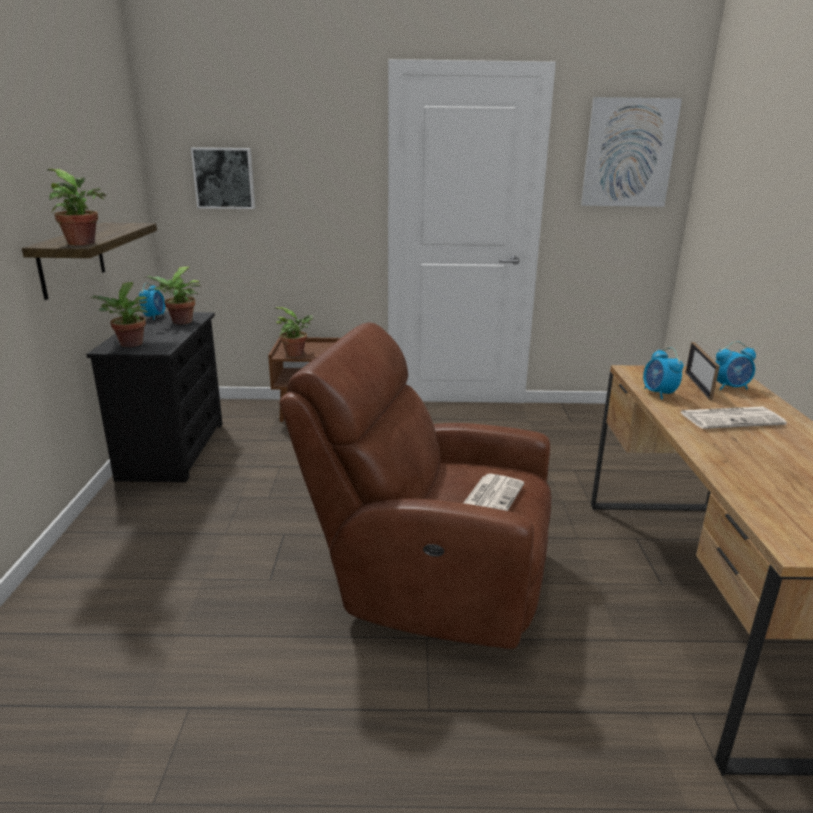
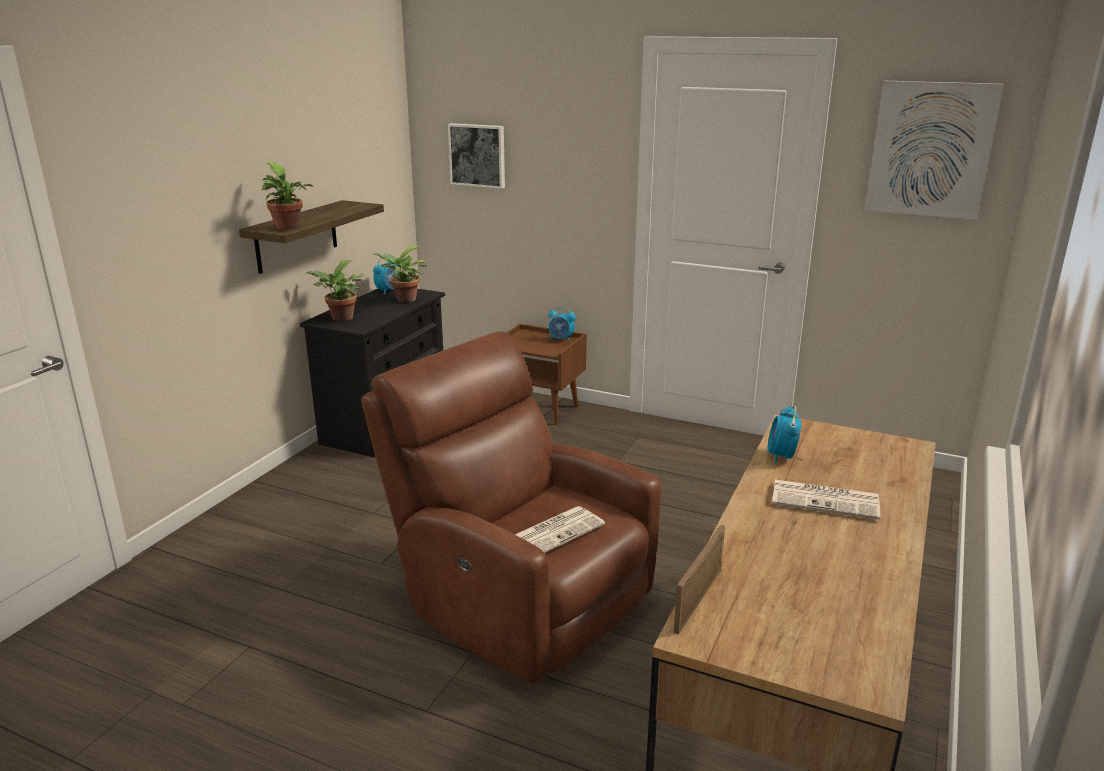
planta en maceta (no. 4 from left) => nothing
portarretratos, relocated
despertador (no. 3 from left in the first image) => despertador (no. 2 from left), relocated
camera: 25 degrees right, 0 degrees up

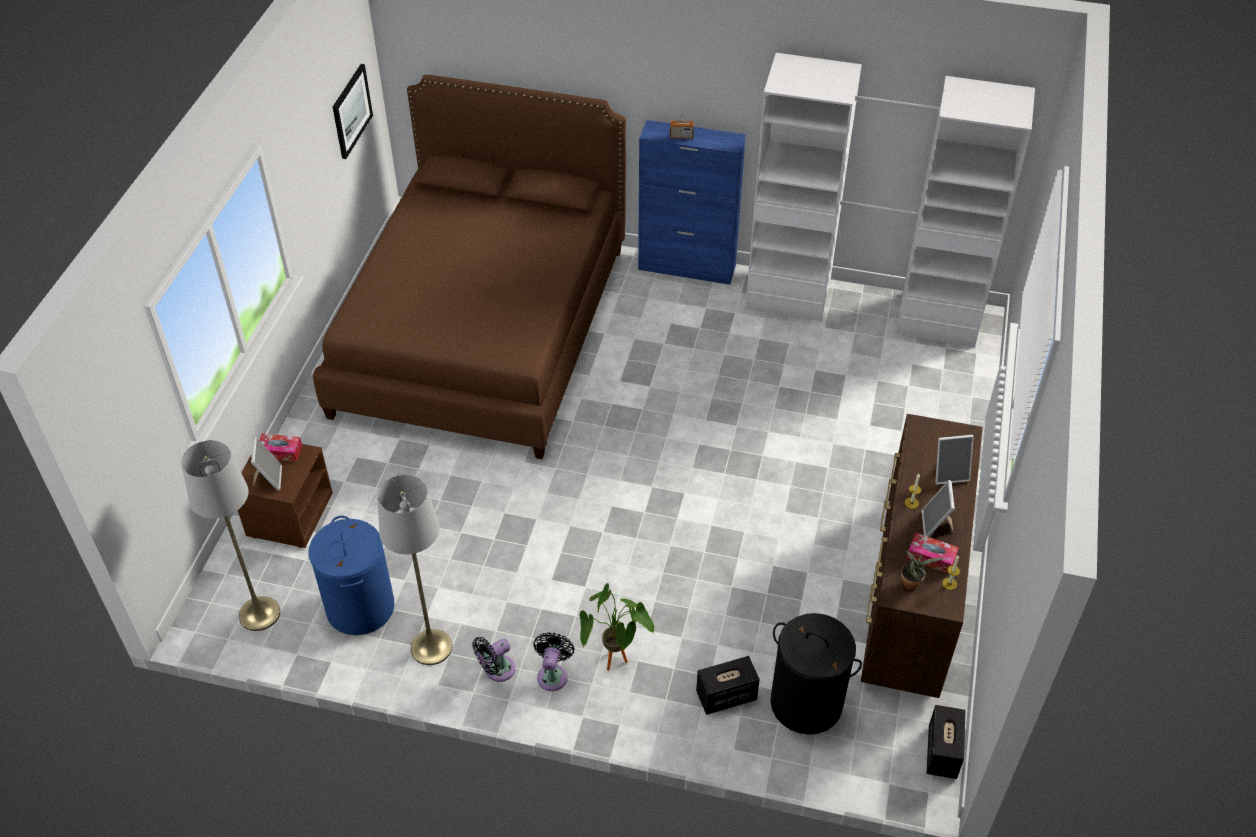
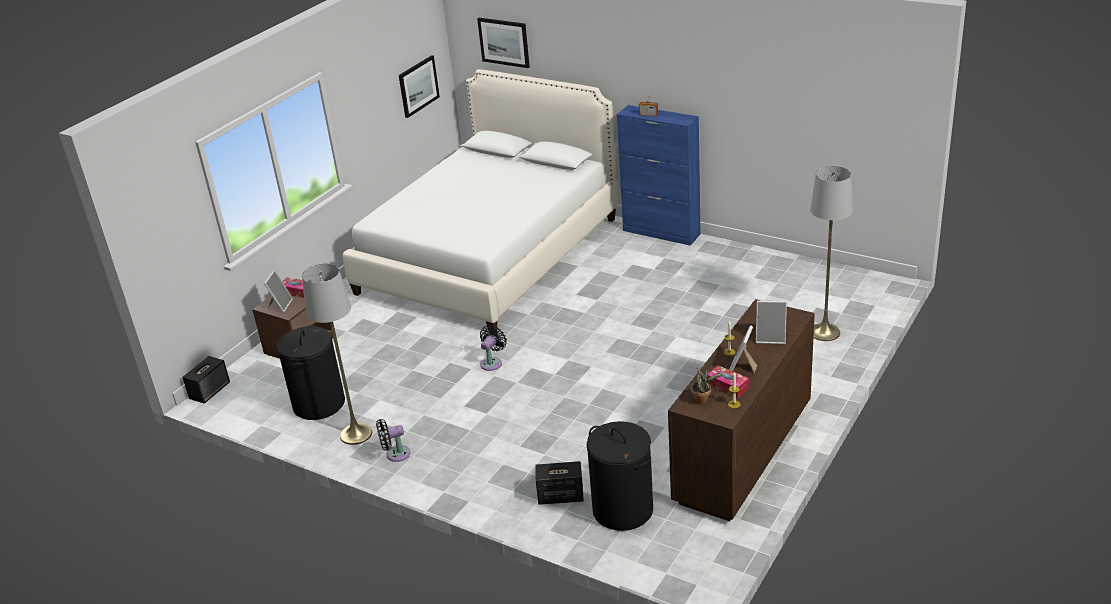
planta en maceta (no. 1 from left) => nothing
armario ropero [blanco] => nothing
nothing => cuadro (no. 2 from left)
lámpara de pie [gris] (no. 1 from left in the first image) => lámpara de pie [gris] (no. 2 from left), relocated
ventilador [negro] (no. 2 from left), relocated
altavoz (no. 2 from left in the first image) => altavoz (no. 1 from left), relocated
cesto de la ropa [azul] => cesto de la ropa [negro] (no. 1 from left)
cama [marrón] => cama [blanco]
camera: 20 degrees right, 15 degrees down

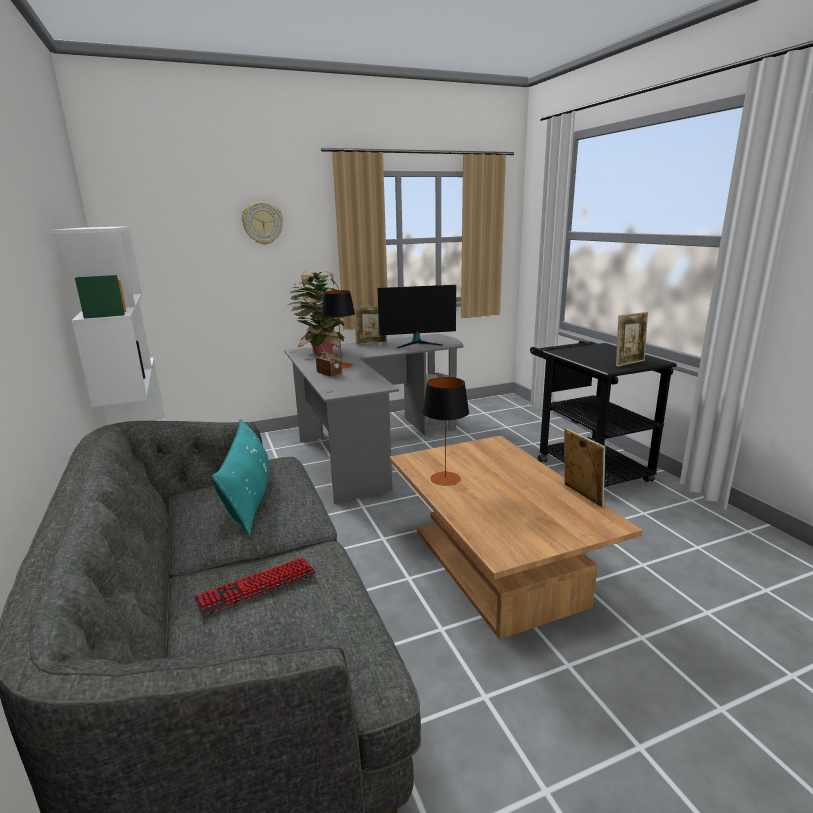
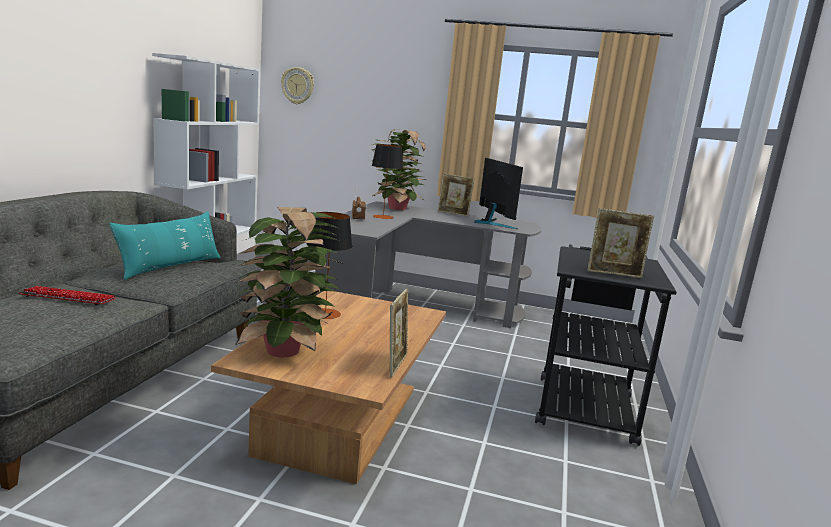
nothing => planta en maceta (no. 1 from left)
reloj de pared, relocated
monitor, 135 degrees counterclockwise
camera: 35 degrees right, 5 degrees down

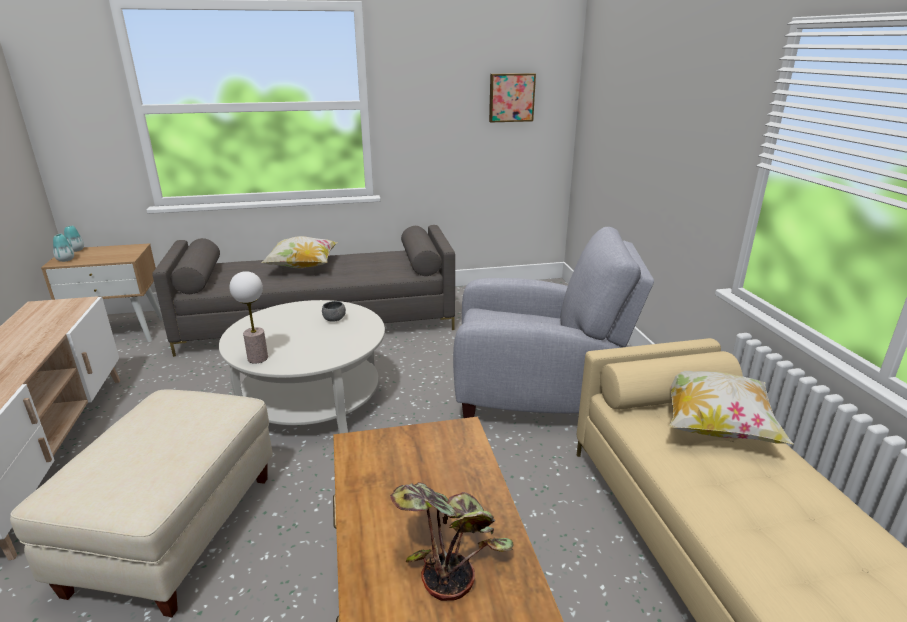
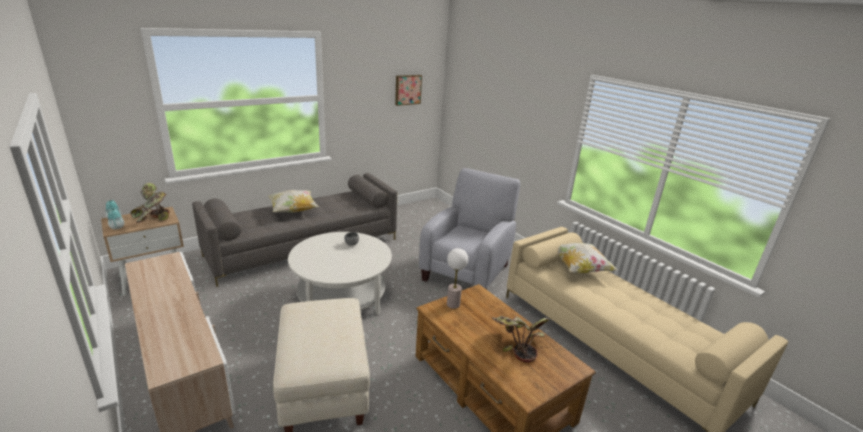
nothing => planta en maceta (no. 1 from left)
lámpara de mesa, relocated
sillón [gris], 45 degrees counterclockwise
camera: 25 degrees left, 0 degrees up

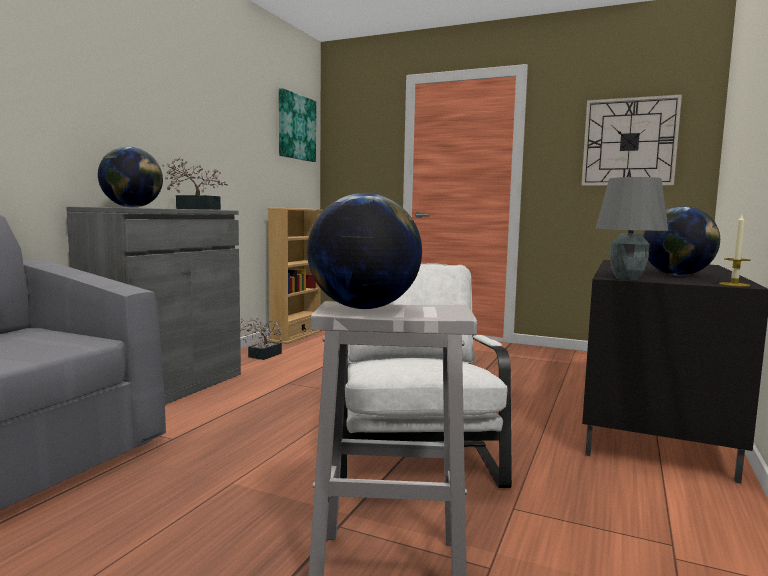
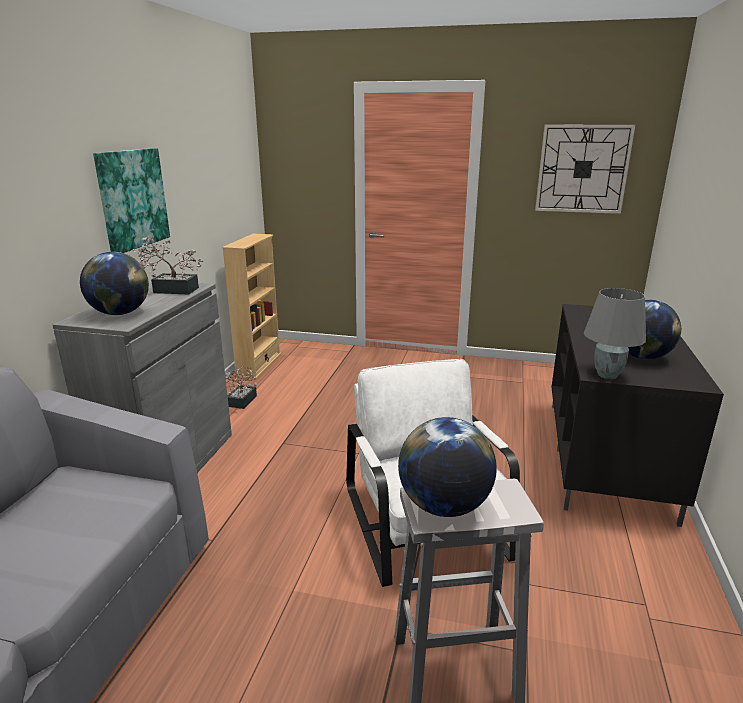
vela => nothing
cuadro, relocated
camera: 10 degrees left, 15 degrees up

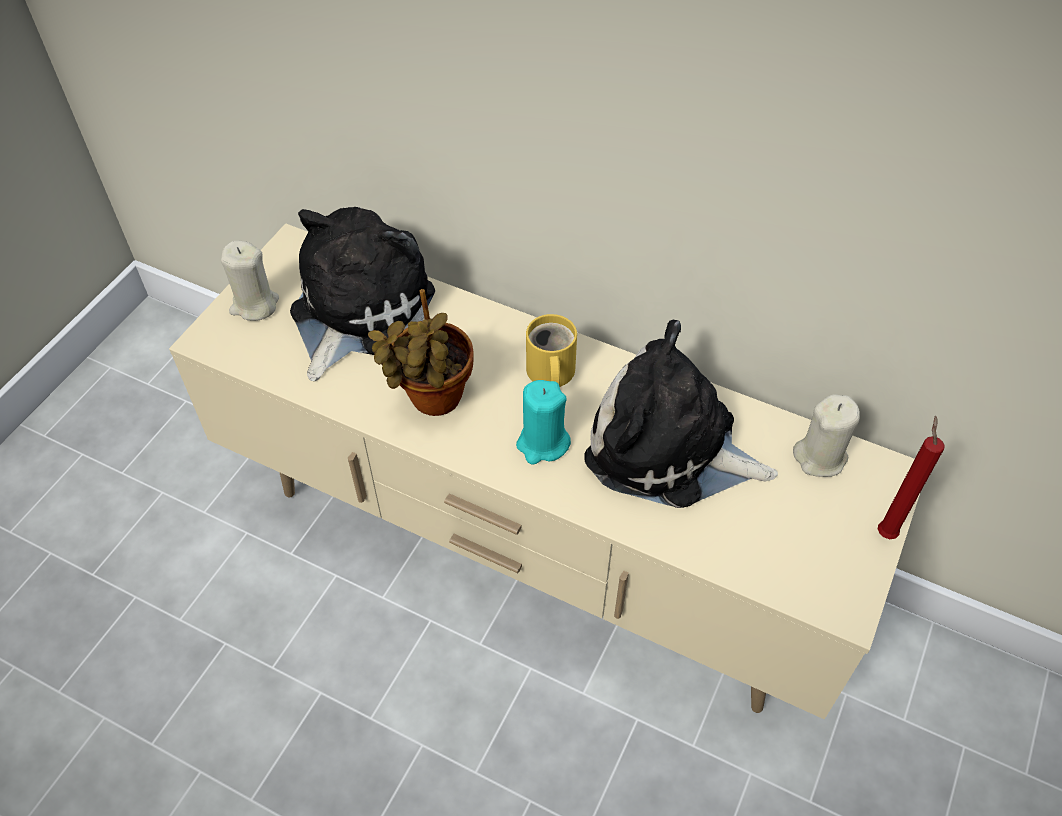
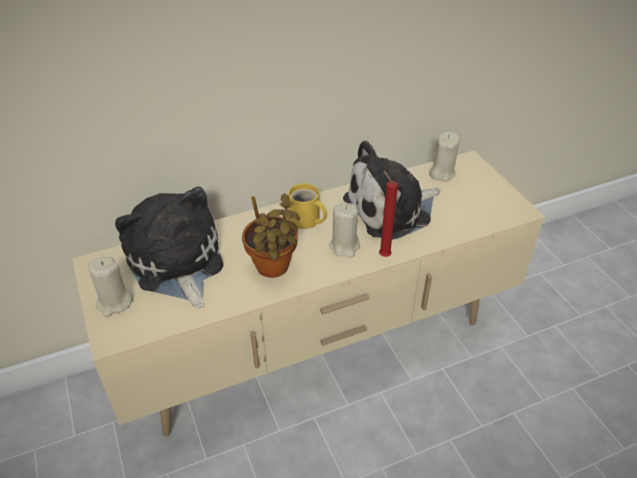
vela [rojo], relocated
vela [turquesa] => vela [beis] (no. 2 from left)
camera: 50 degrees left, 10 degrees down

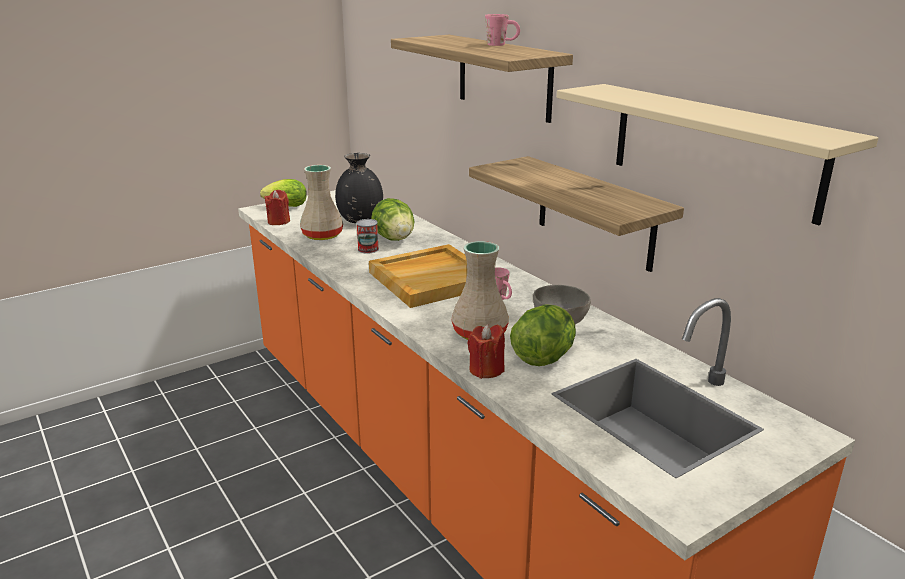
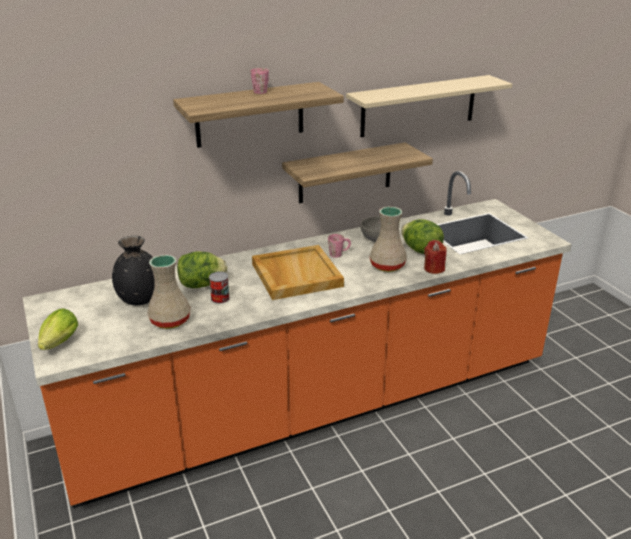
vela [rojo] (no. 1 from left) => nothing
camera: 80 degrees left, 5 degrees up

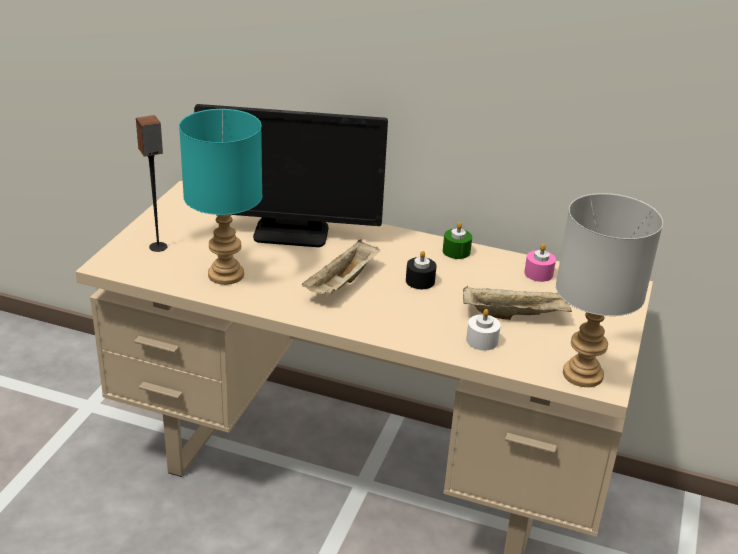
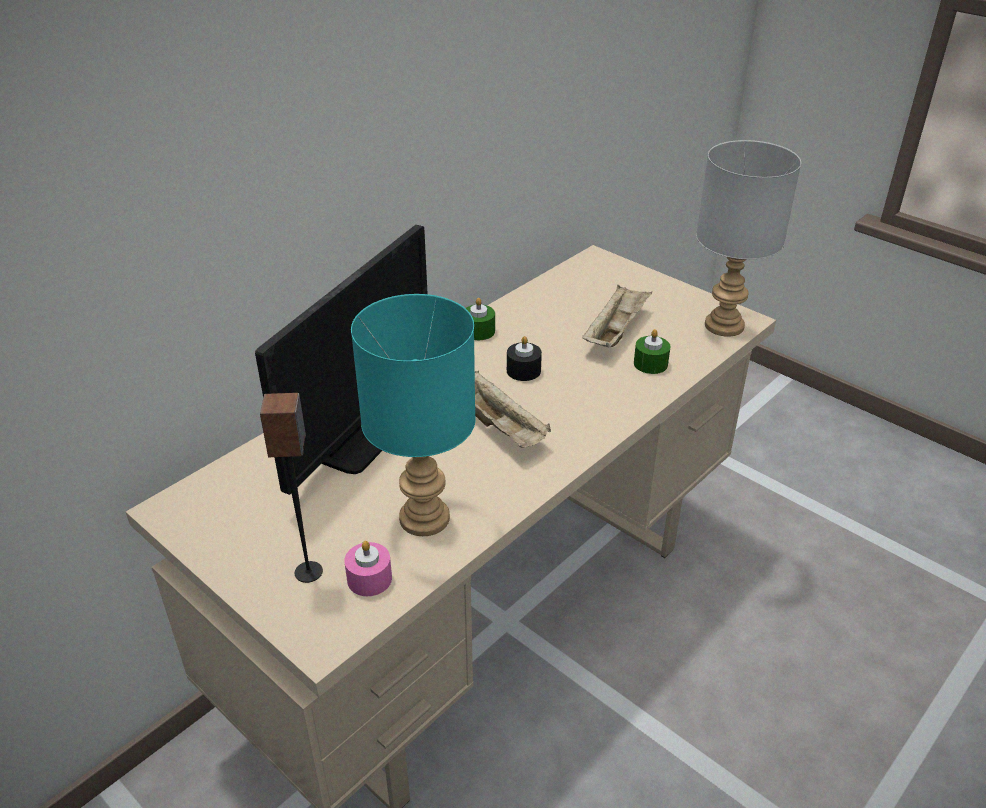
vela [rosa], relocated
vela [blanco] => vela [verde] (no. 2 from left)
camera: 65 degrees left, 5 degrees up

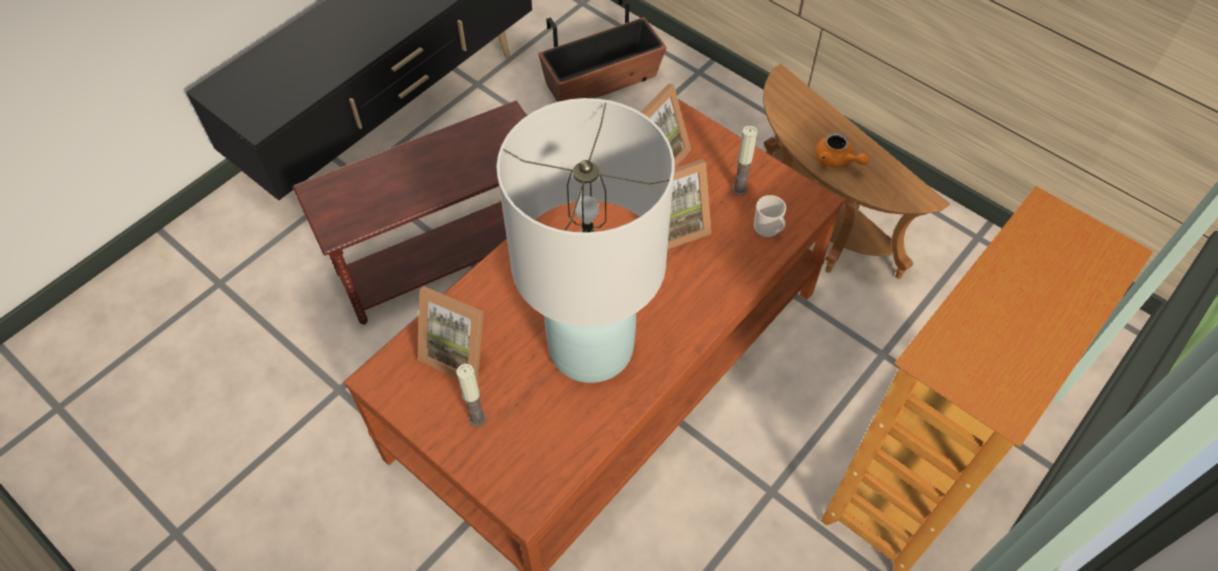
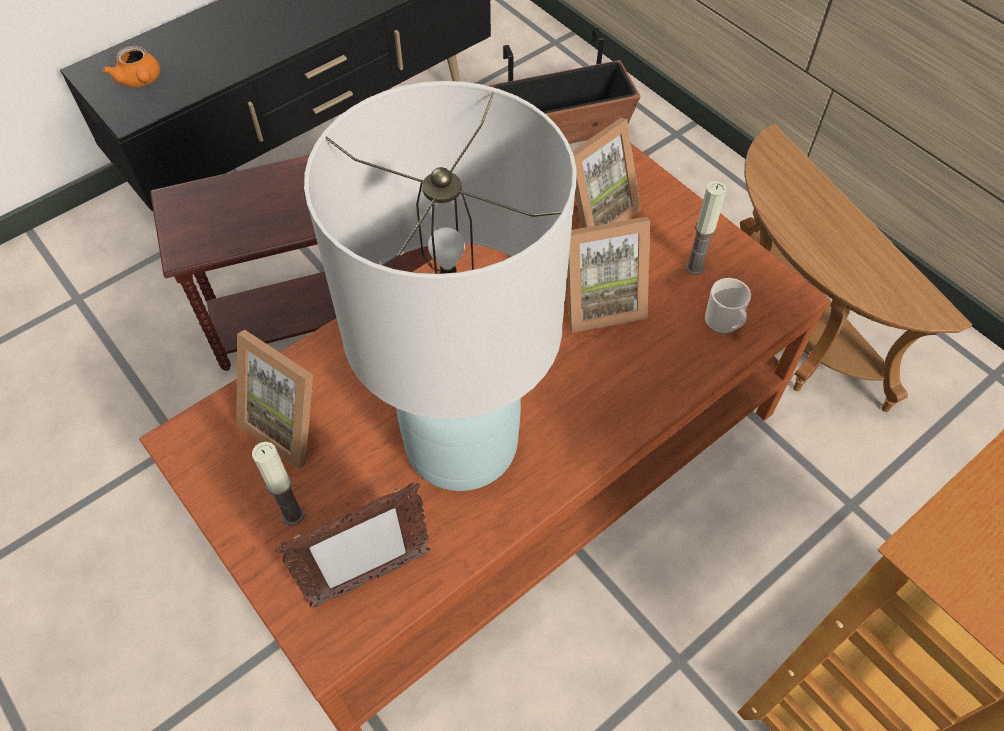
nothing => portarretratos (no. 2 from left)
tetera [naranja], relocated
camera: 10 degrees right, 0 degrees up

